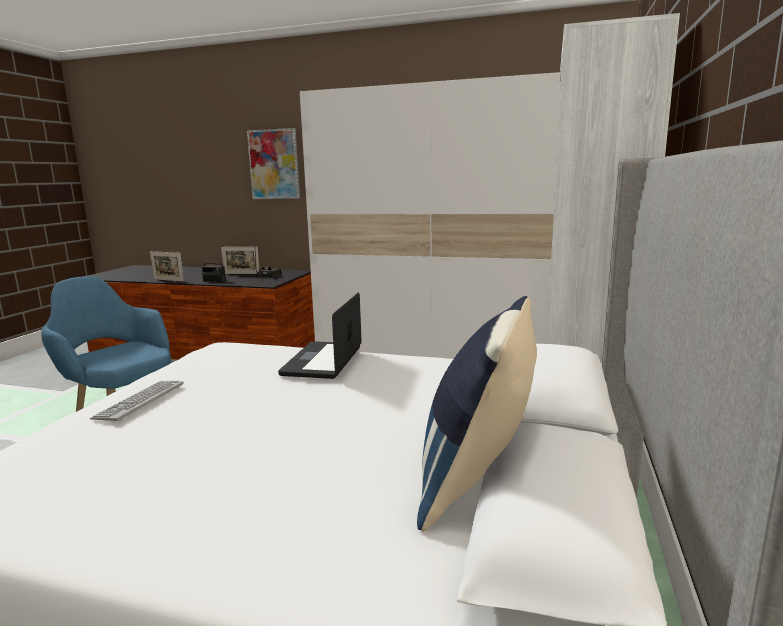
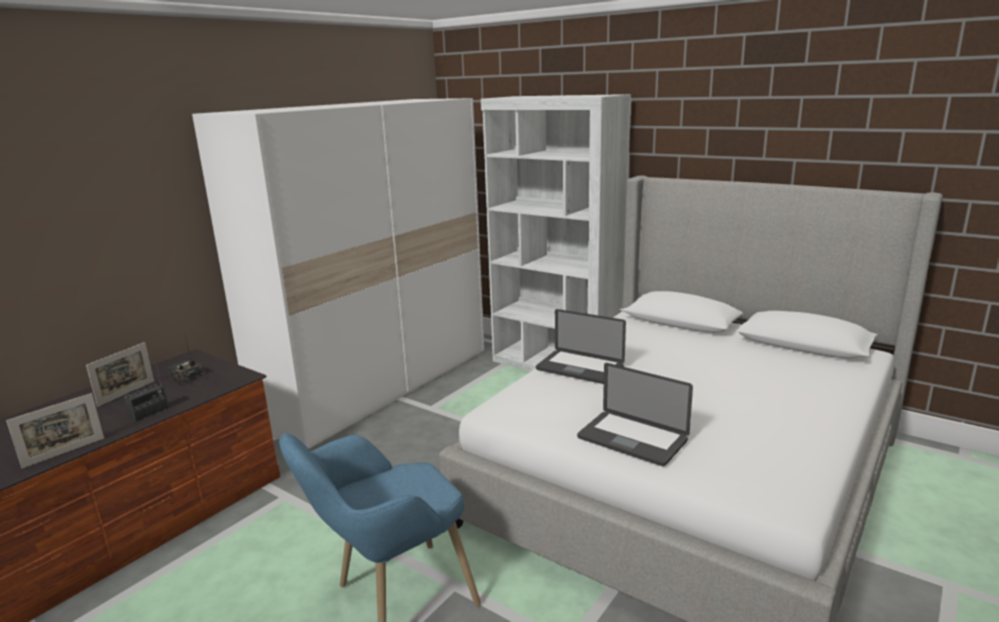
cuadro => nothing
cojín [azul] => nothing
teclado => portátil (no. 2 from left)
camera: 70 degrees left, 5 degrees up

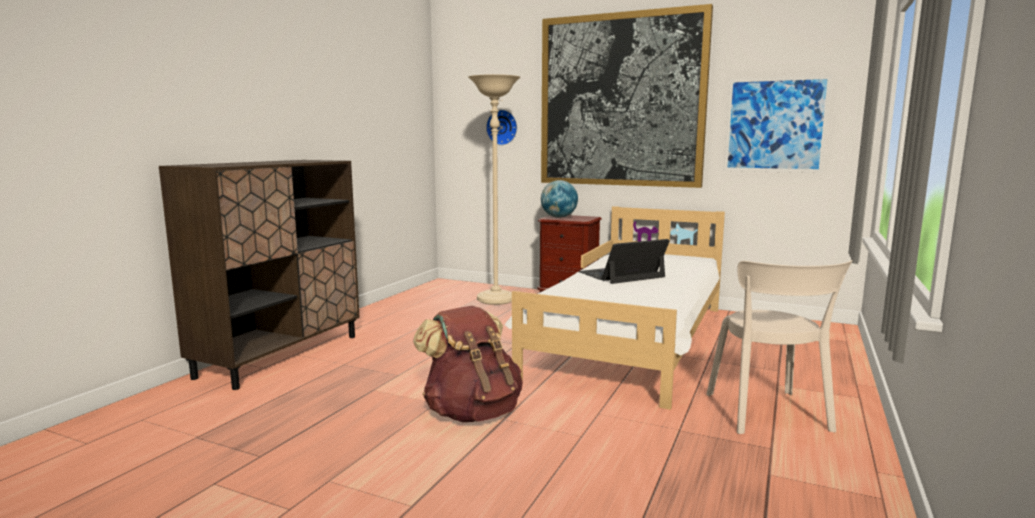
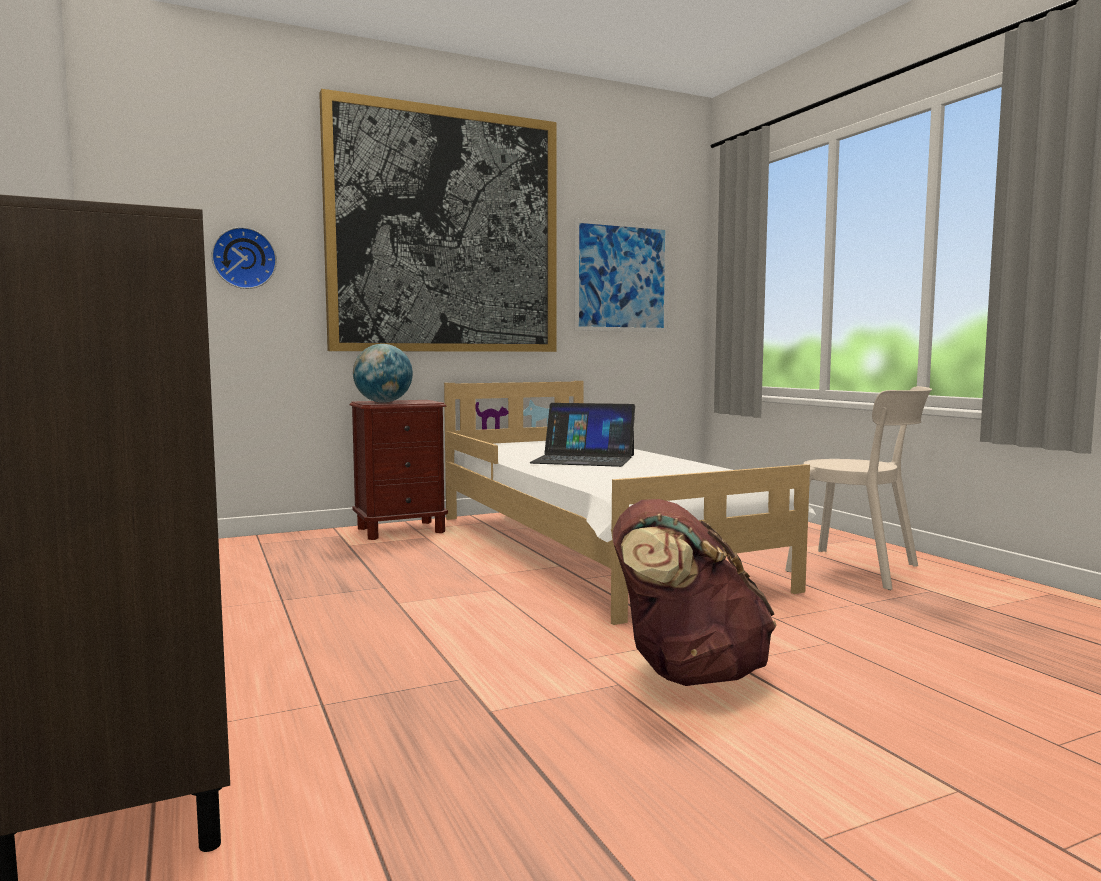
lámpara de pie [beis] => nothing
portátil, 90 degrees counterclockwise
camera: 50 degrees left, 5 degrees down

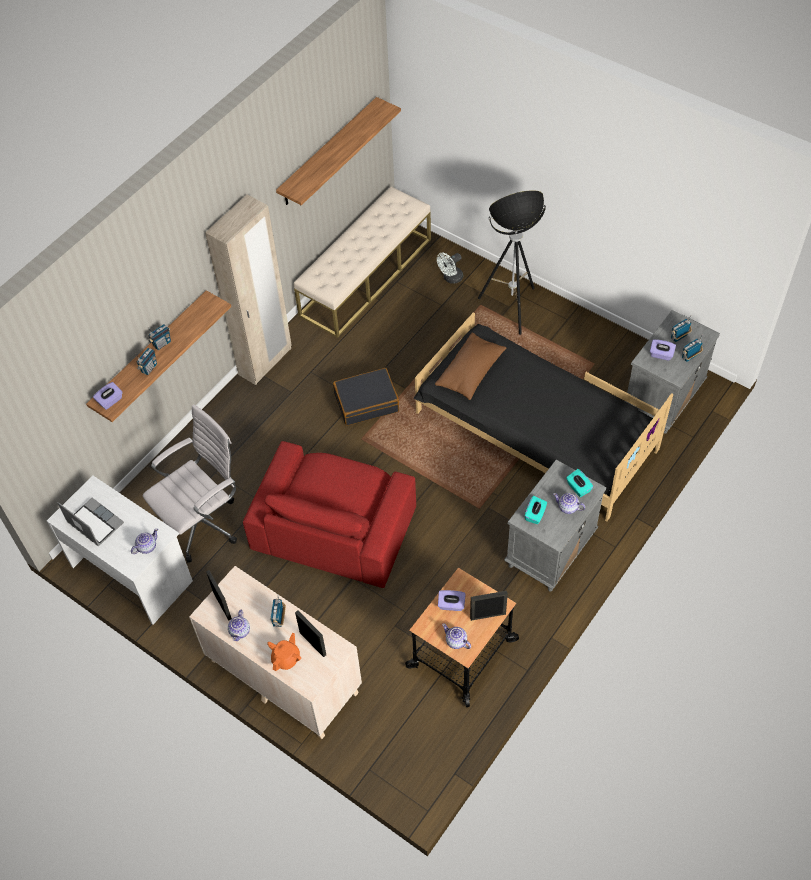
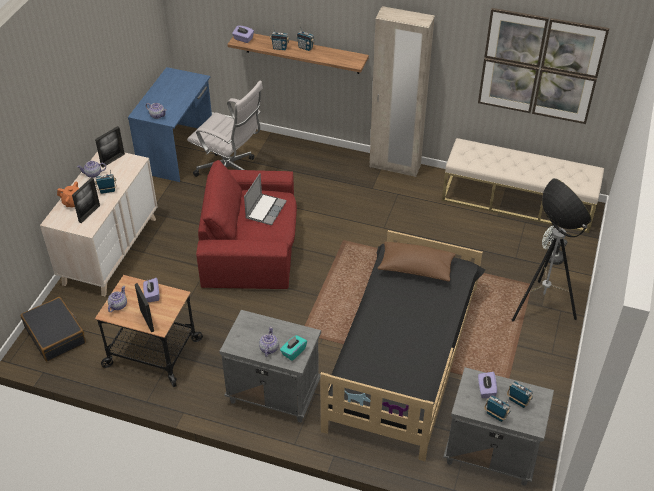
caja de pañuelos [turquesa] (no. 1 from left) => nothing
portátil, relocated
maleta [negro], relocated
estante (no. 2 from left) => cuadro
escritorio [blanco] => escritorio [azul]
camera: 70 degrees right, 10 degrees down

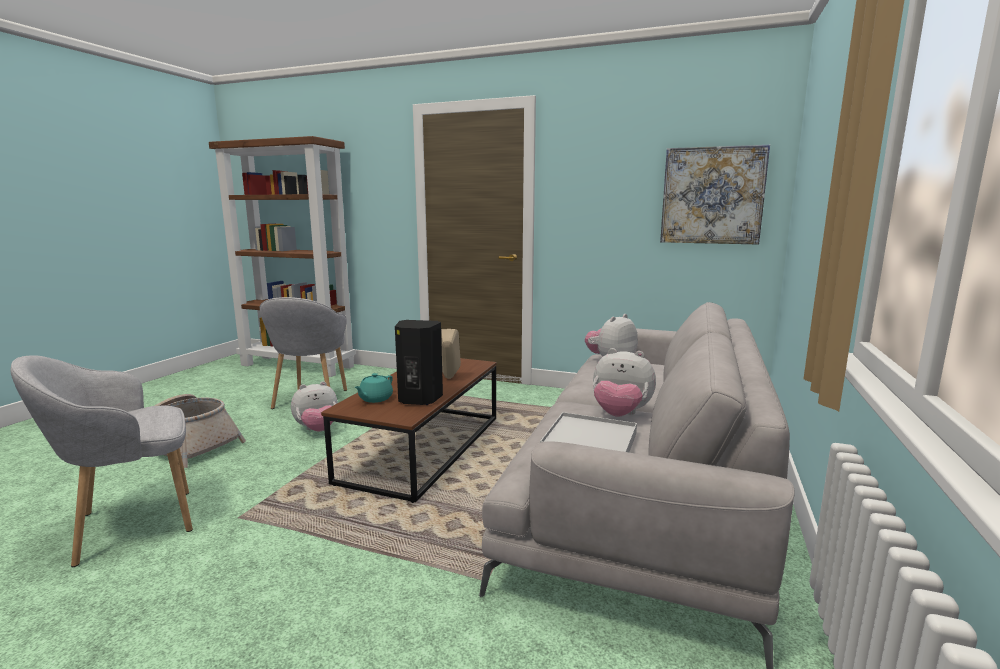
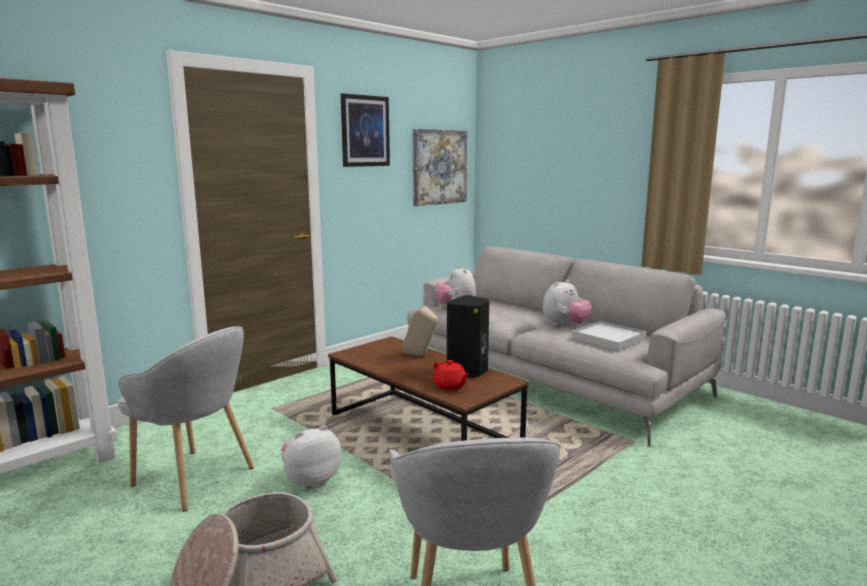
nothing => cuadro (no. 1 from left)
tetera [turquesa] => tetera [rojo]
peluche (no. 1 from left), 120 degrees counterclockwise
camera: 65 degrees left, 0 degrees up

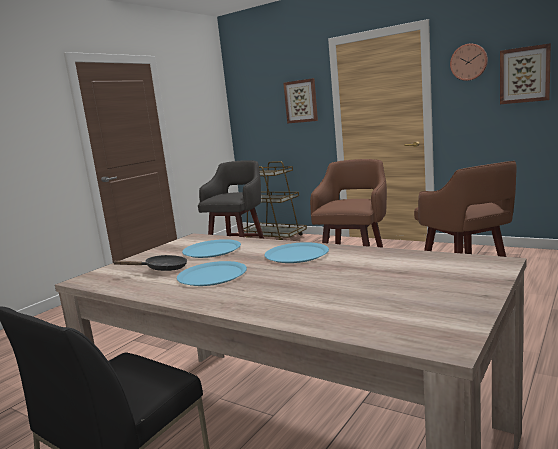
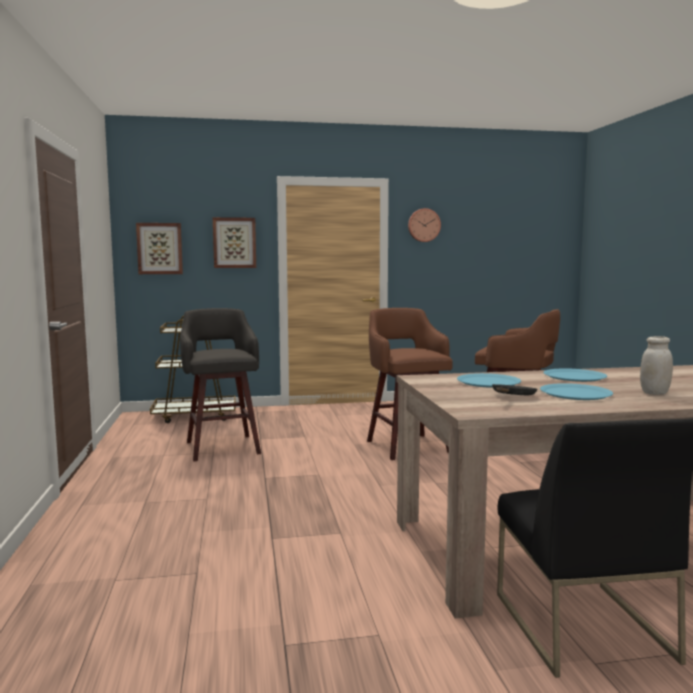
nothing => tarro [blanco]
cuadro (no. 2 from left in the first image) => cuadro (no. 1 from left), relocated
camera: 45 degrees left, 5 degrees down

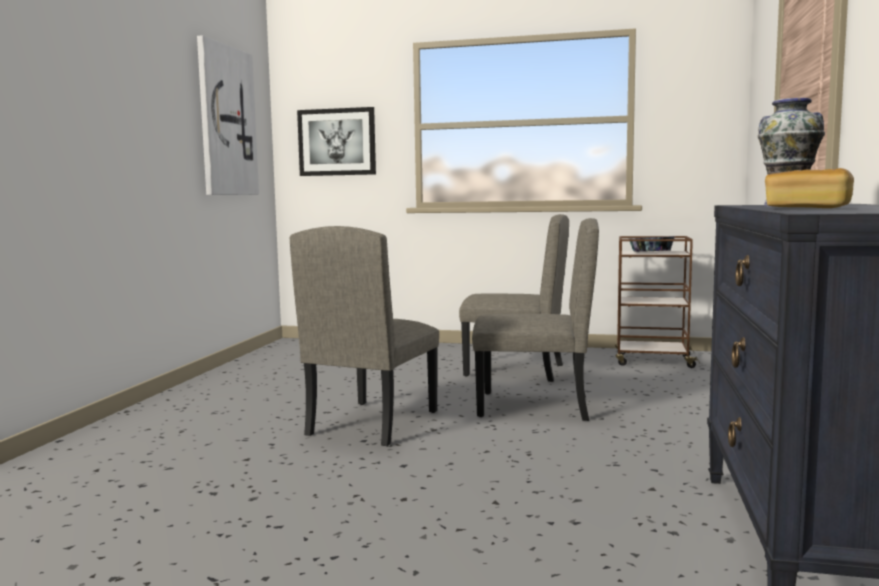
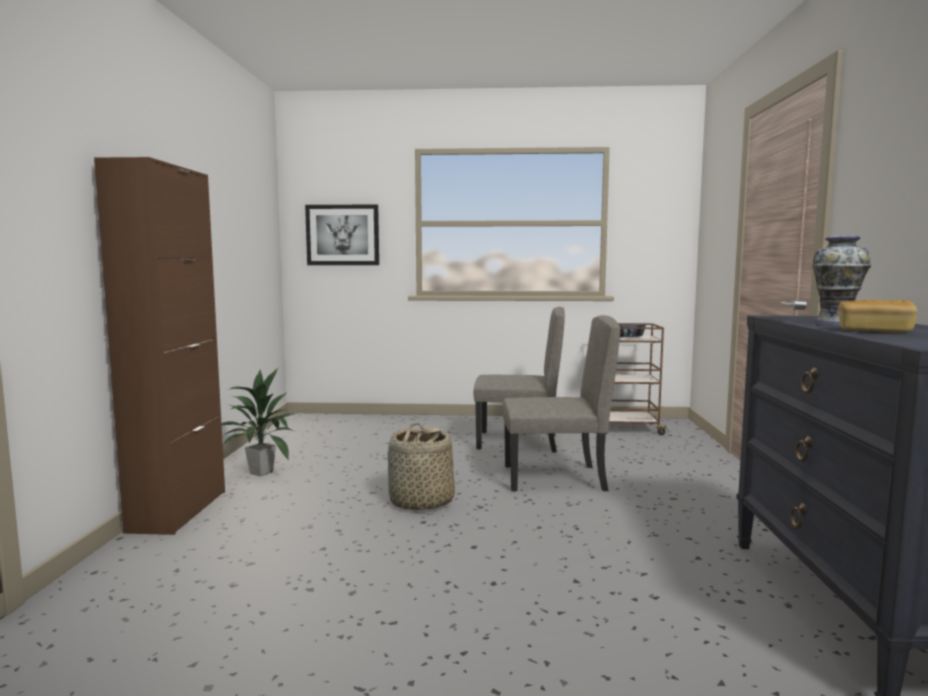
cuadro (no. 1 from left) => nothing
nothing => armario [marrón]
nothing => planta en maceta
silla [beis] (no. 1 from left) => cesta
camera: 10 degrees left, 0 degrees up

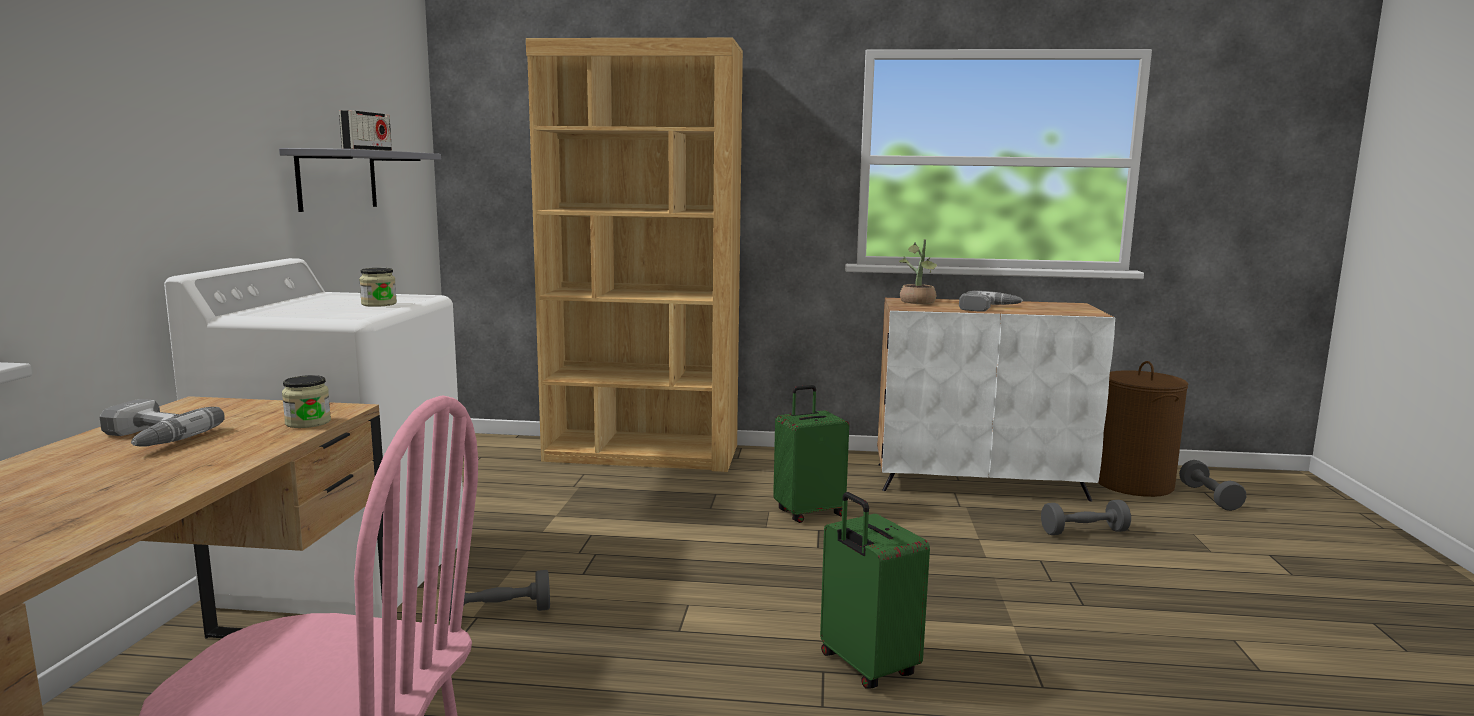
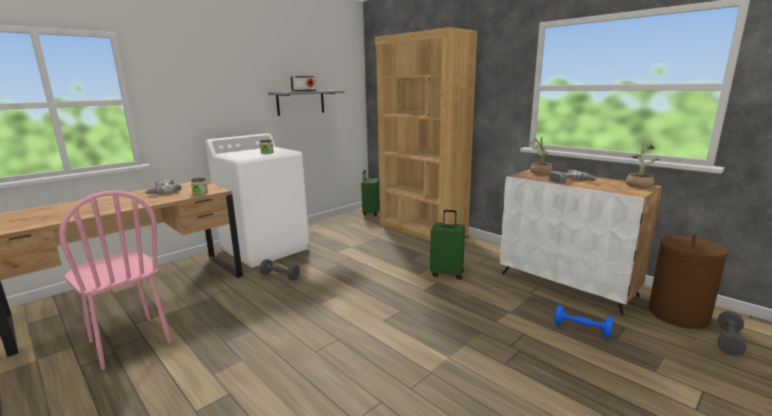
nothing => planta en maceta (no. 2 from left)
maleta [verde] (no. 2 from left in the first image) => maleta [verde] (no. 1 from left), relocated
mancuerna [gris] (no. 2 from left) => mancuerna [azul]
camera: 40 degrees right, 5 degrees up

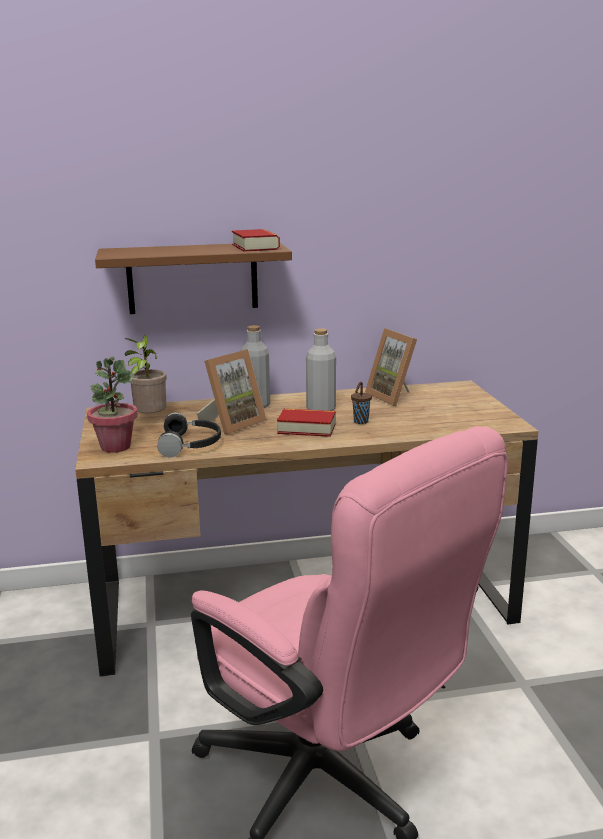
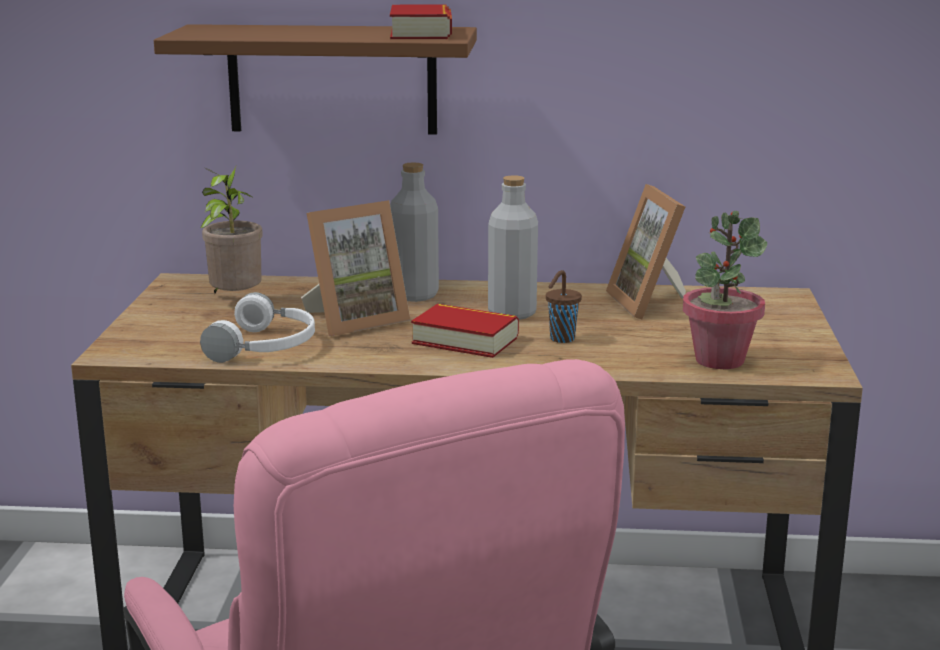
planta en maceta (no. 1 from left in the first image) => planta en maceta (no. 2 from left), relocated
auriculares [negro] => auriculares [blanco]
camera: 15 degrees right, 0 degrees up

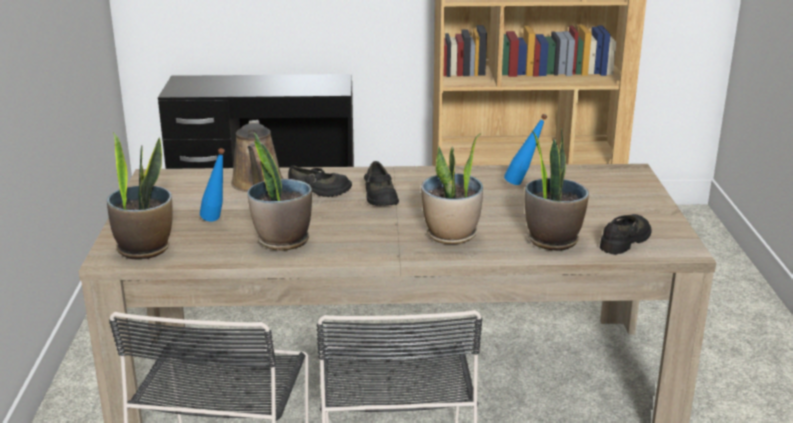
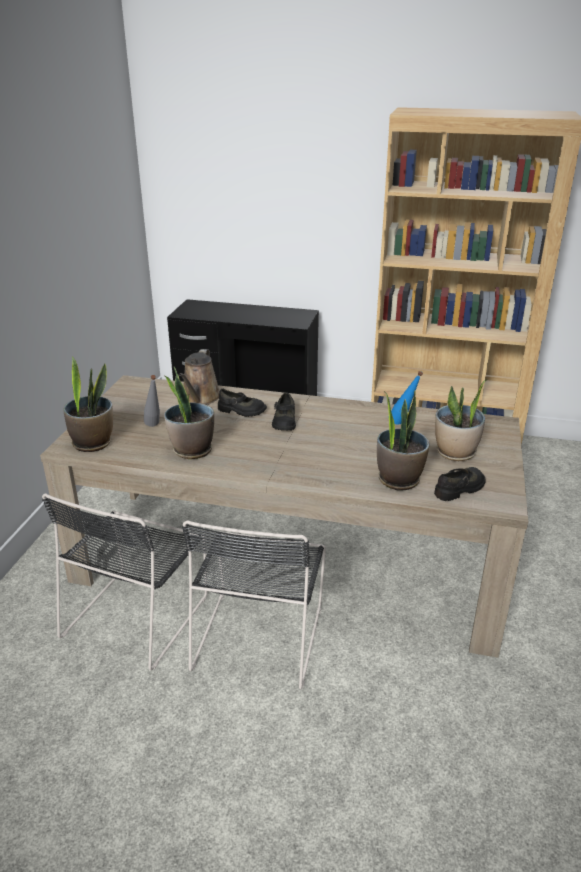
planta en maceta (no. 3 from left in the first image) => planta en maceta (no. 4 from left), relocated
botella [azul] (no. 1 from left) => botella [gris]
camera: 15 degrees right, 5 degrees up

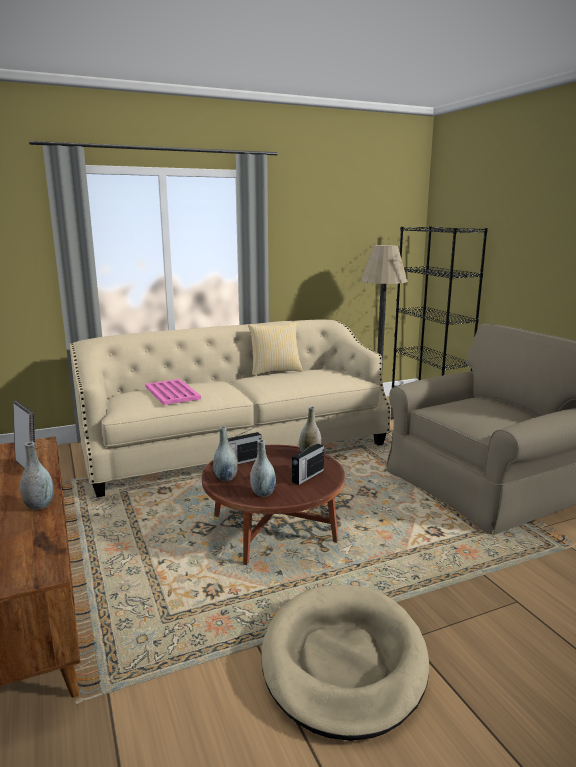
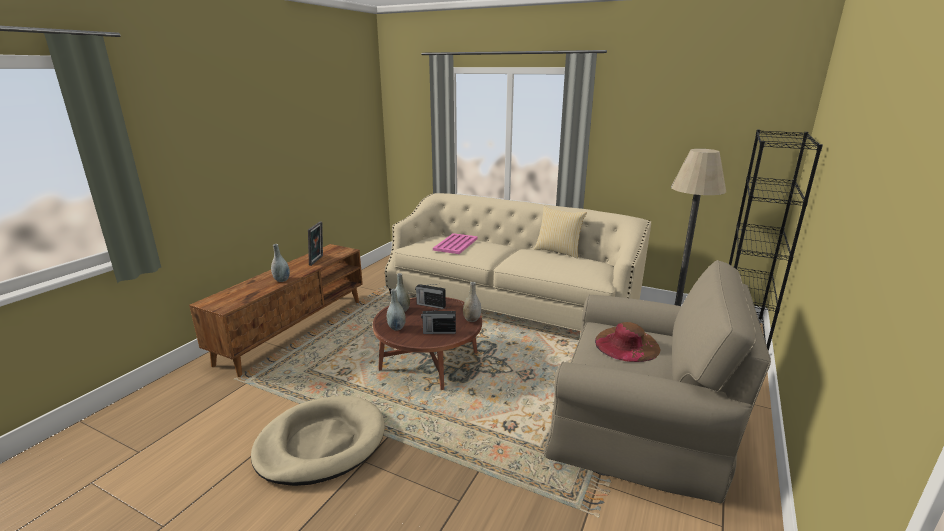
nothing => sombrero [marrón]
camera: 50 degrees right, 5 degrees up

